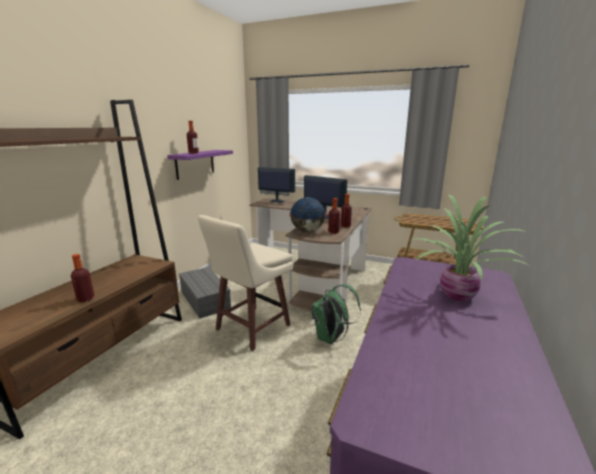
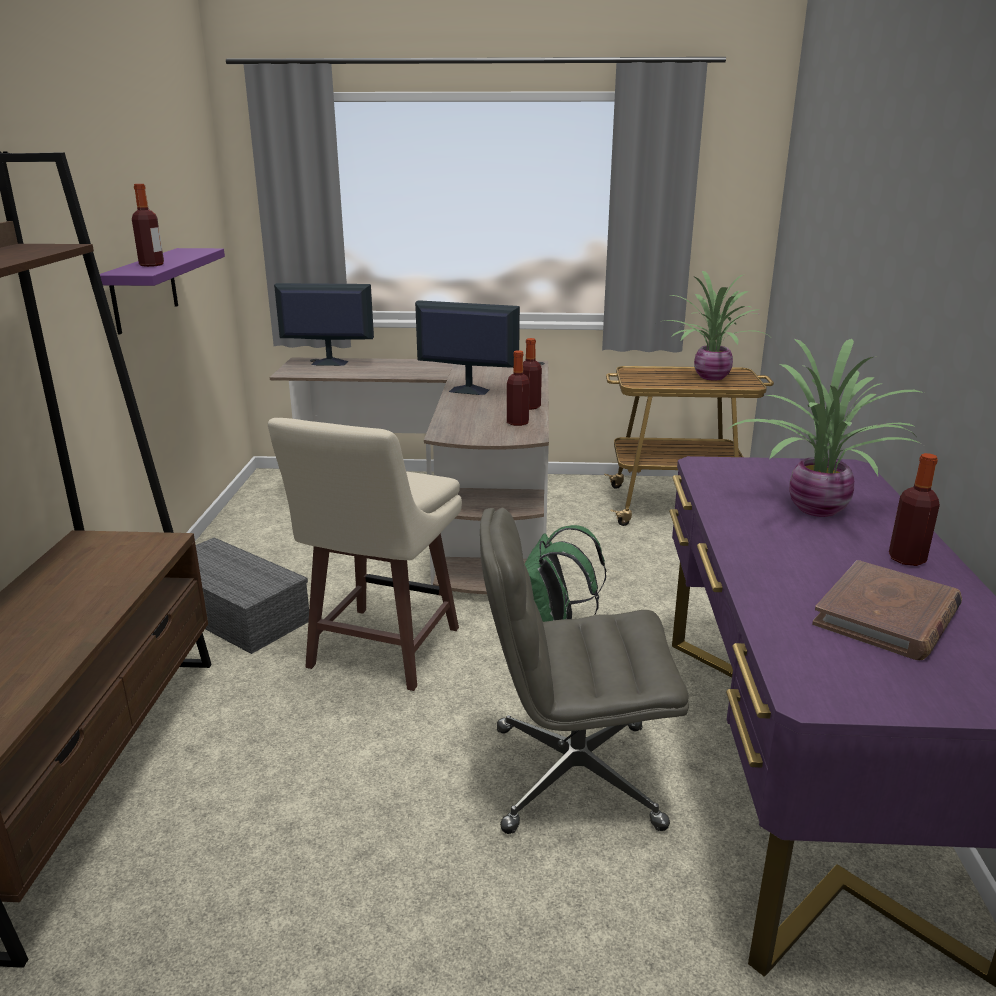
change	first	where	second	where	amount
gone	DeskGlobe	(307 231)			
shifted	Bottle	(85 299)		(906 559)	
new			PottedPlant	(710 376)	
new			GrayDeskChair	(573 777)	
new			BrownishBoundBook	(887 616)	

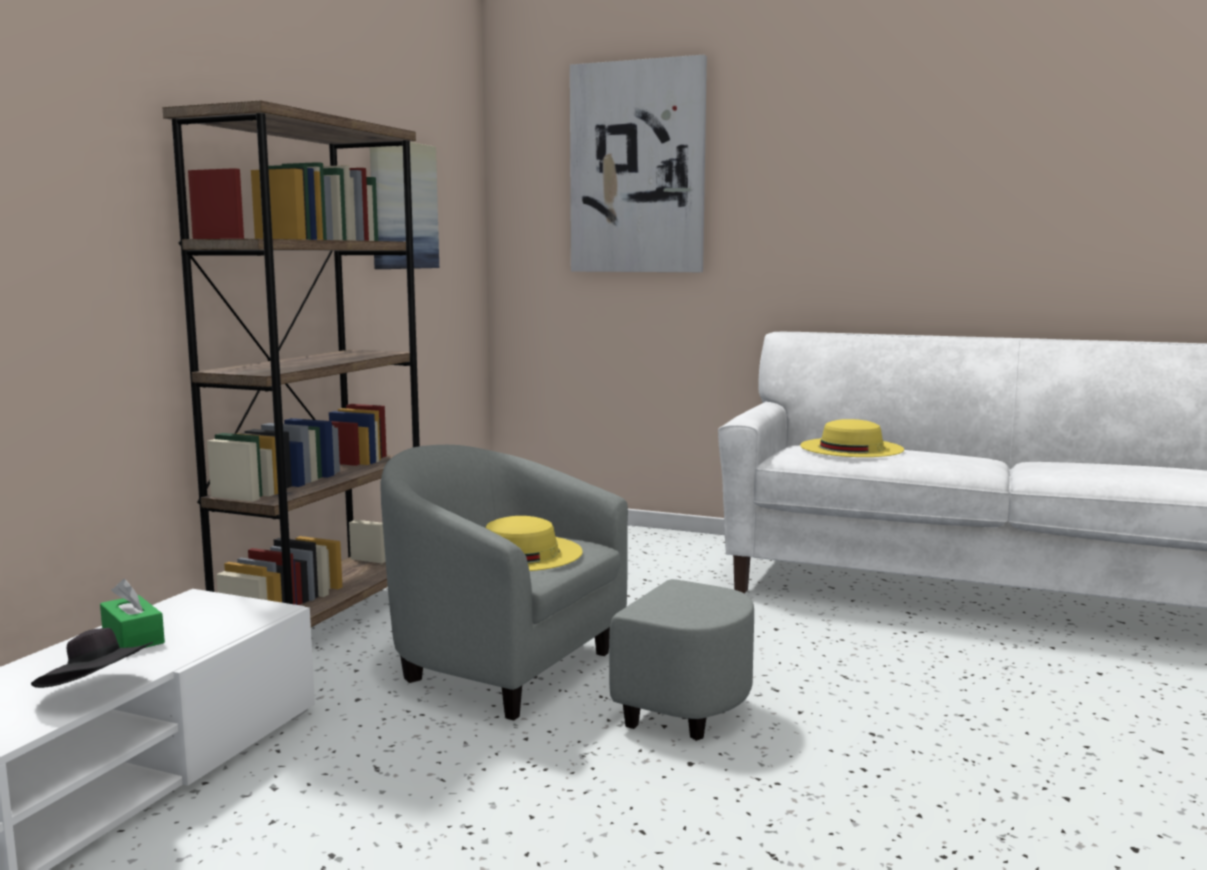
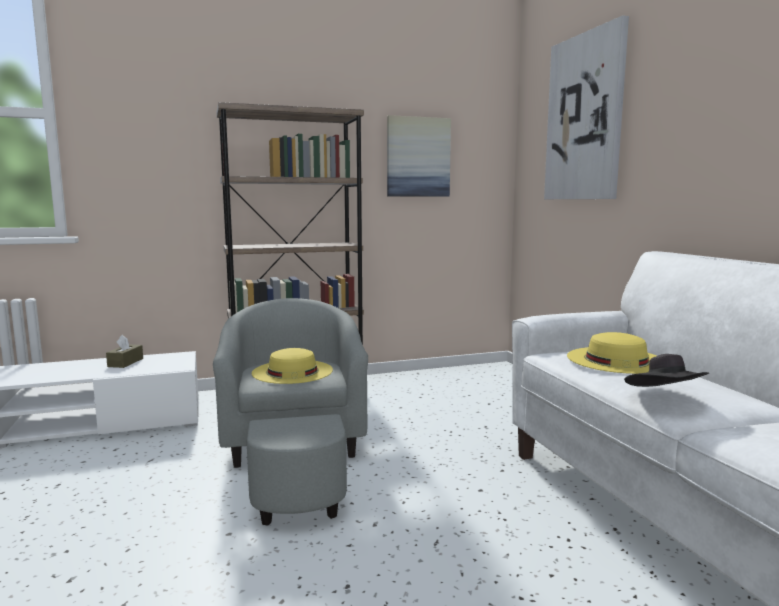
change	first	where	second	where	amount
repainted	GreenColouredTissueHolder	(133 637)	BrownishTissueHolder	(125 362)	
shifted	BlackColouredClothingHat	(98 692)		(665 397)	

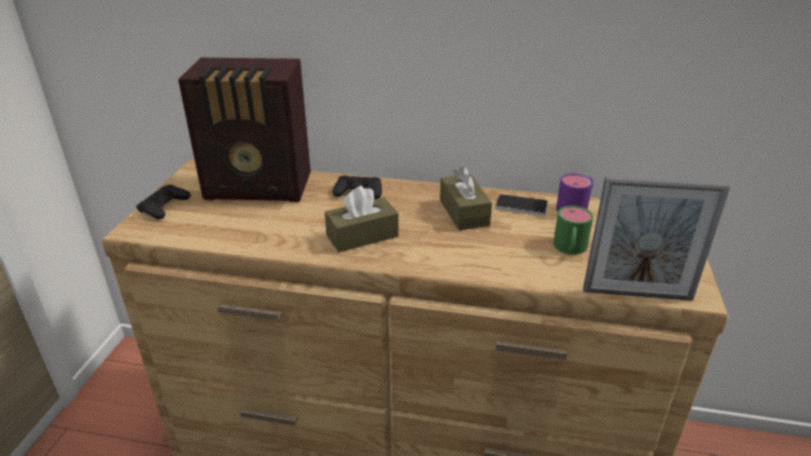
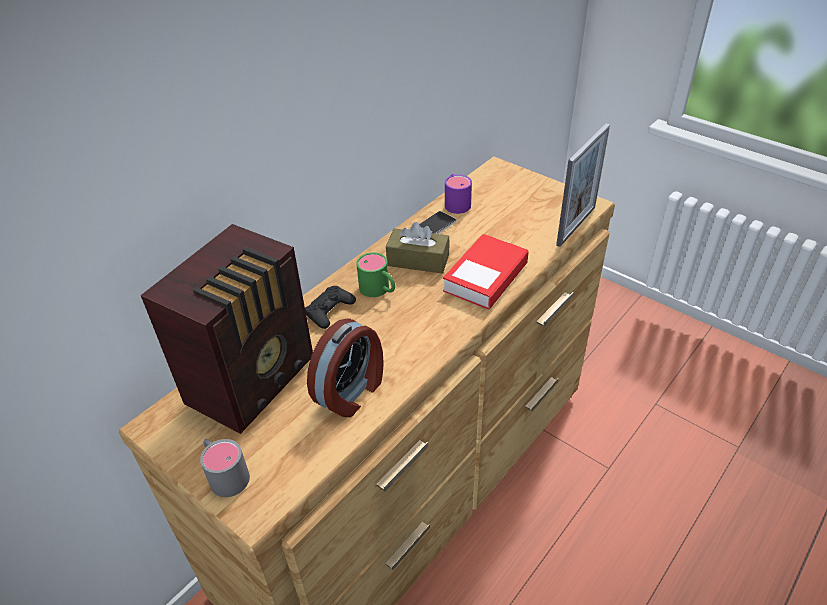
change	first	where	second	where	amount
swapped	BlackColouredGameController	(164 206)	GrayCoffeeMug	(225 474)	
gone	BrownishTissueHolder	(362 236)			
shifted	GreenColouredCoffeeMug	(569 249)		(379 290)	
new			BoundBook	(485 277)	
new			AlarmClock	(352 391)	

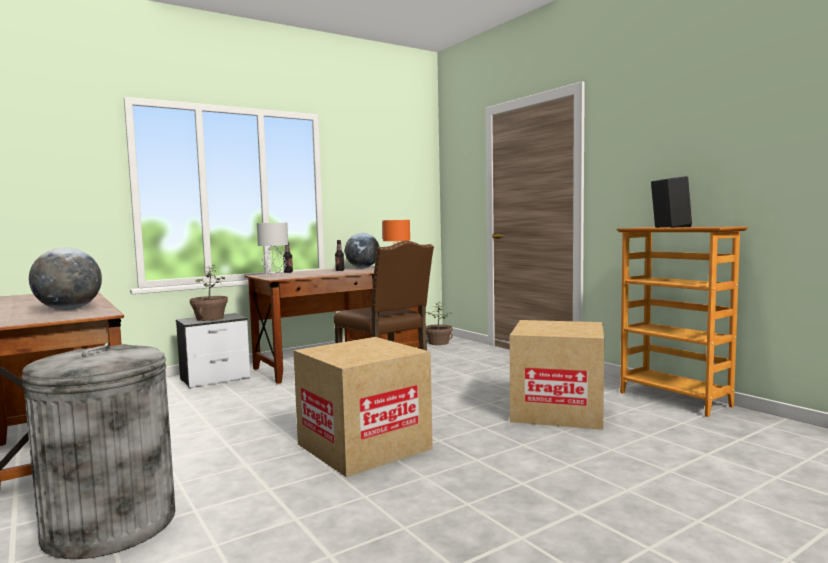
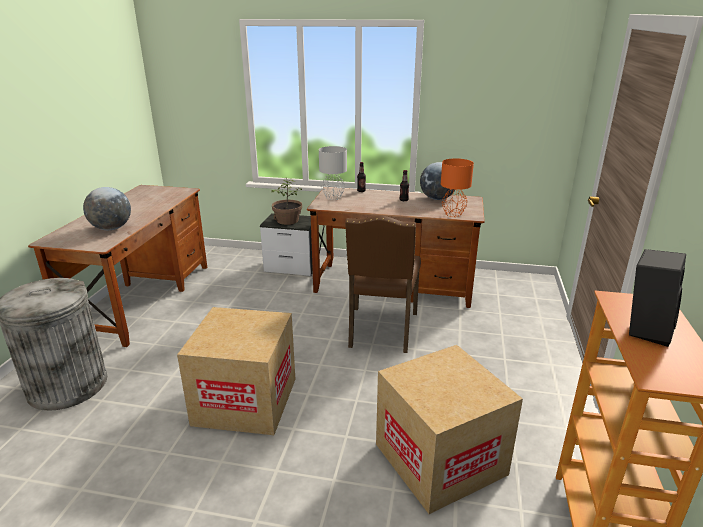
change	first	where	second	where	amount
gone	PottedPlant	(438 343)			

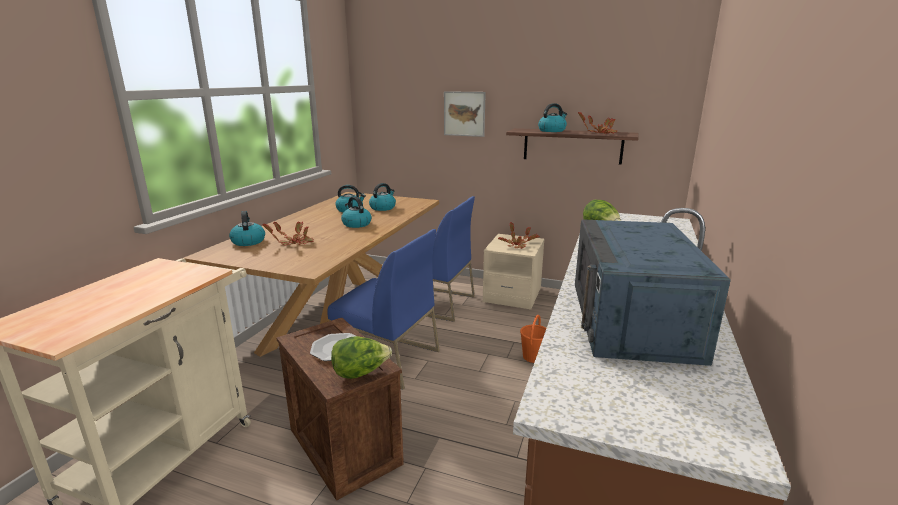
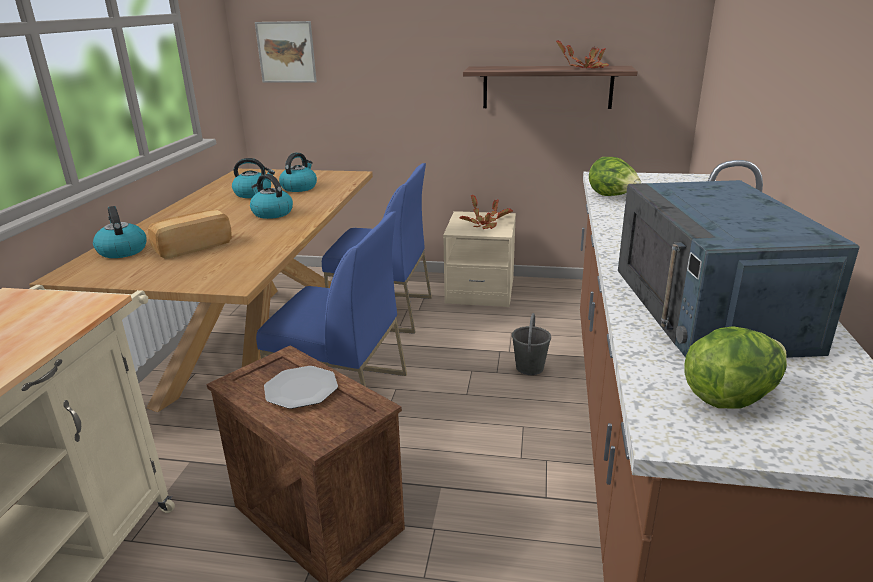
change	first	where	second	where	amount
shifted	Picture	(464 114)		(286 52)	
gone	Kettle	(552 130)			
swapped	PottedPlant	(294 243)	BakedBread	(193 247)	
repainted	OrangeColouredPail	(533 357)	GrayPail	(529 367)	
shifted	Lettuce	(360 373)		(731 396)	

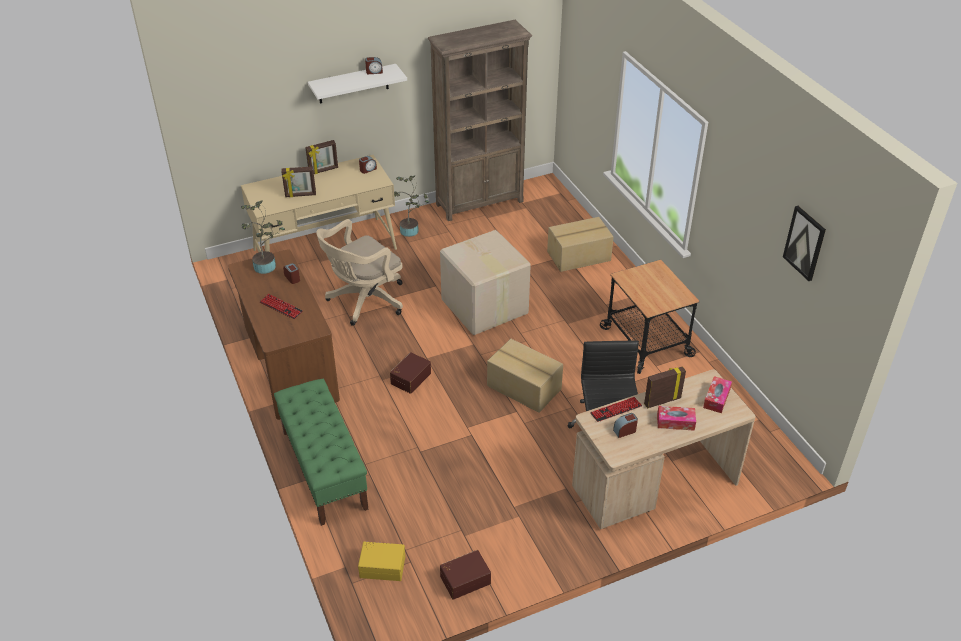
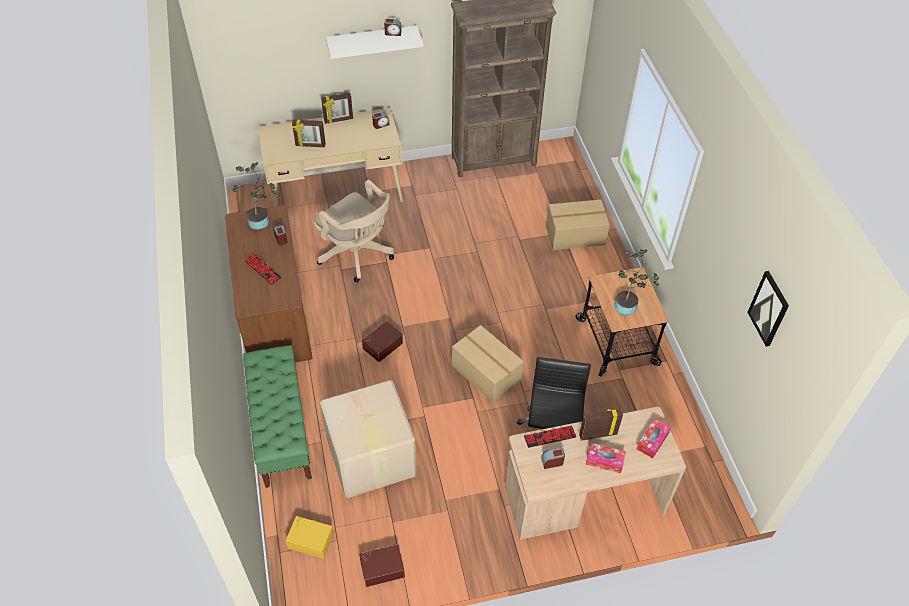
change	first	where	second	where	amount
shifted	PottedPlant	(411 231)		(628 306)	
rotated	SandColouredDeskChair	(363 301)		(358 255)	105 degrees counterclockwise
shifted	PackingBox	(484 308)		(370 458)	

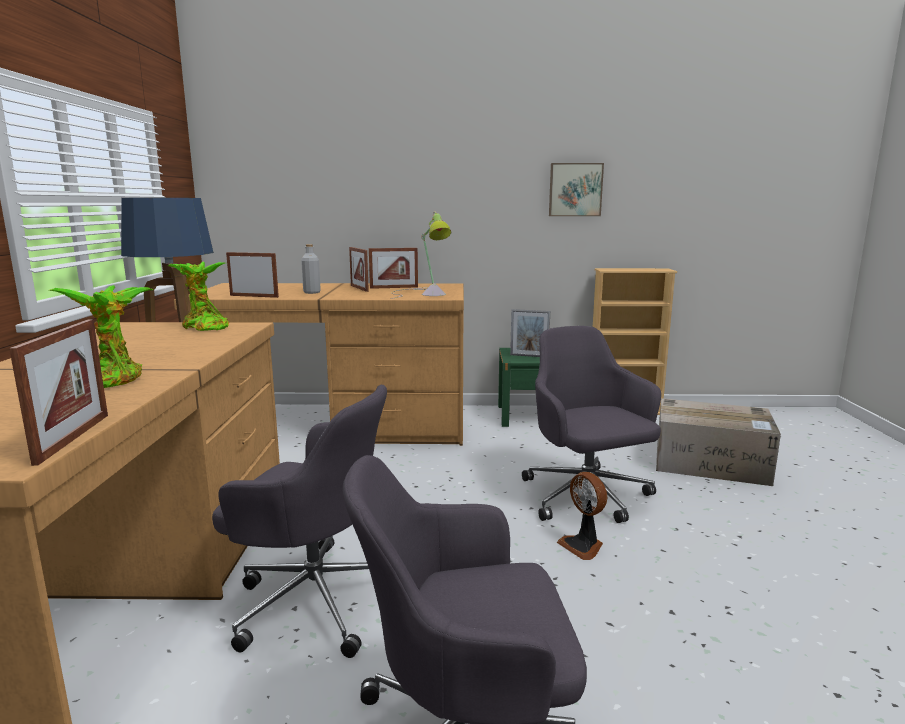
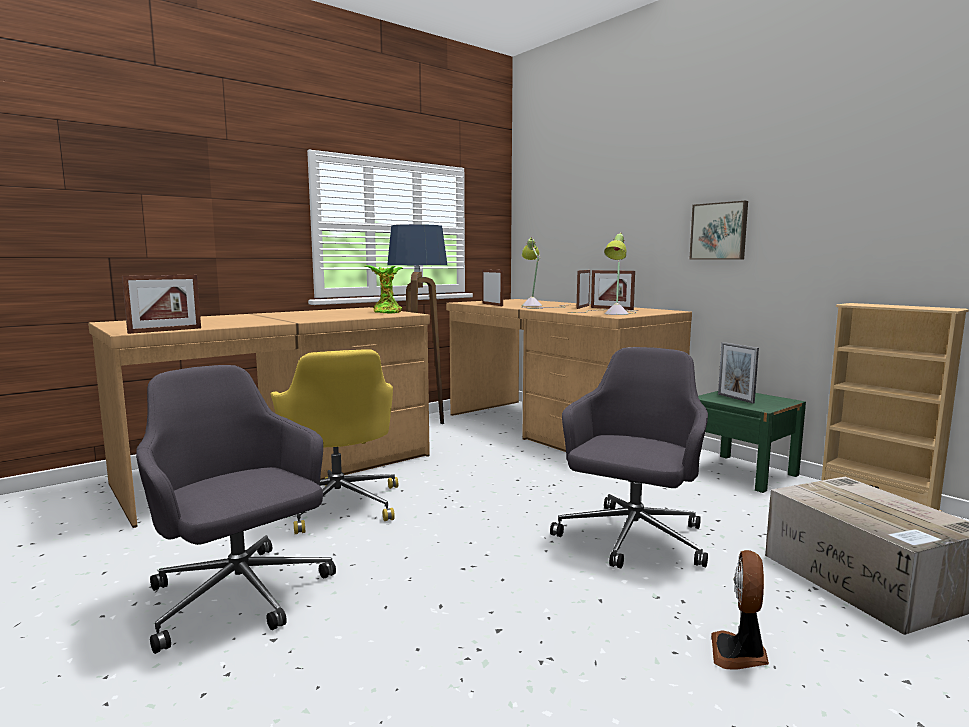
change	first	where	second	where	amount
shifted	Picture	(575 190)		(719 231)	
swapped	GrayBottle	(312 292)	LampForATable	(537 306)	
gone	PottedPlant	(112 379)			
repainted	GrayDeskChair	(314 598)	YellowColouredDeskChair	(339 504)	
shifted	CoolingFan	(583 546)		(739 653)	

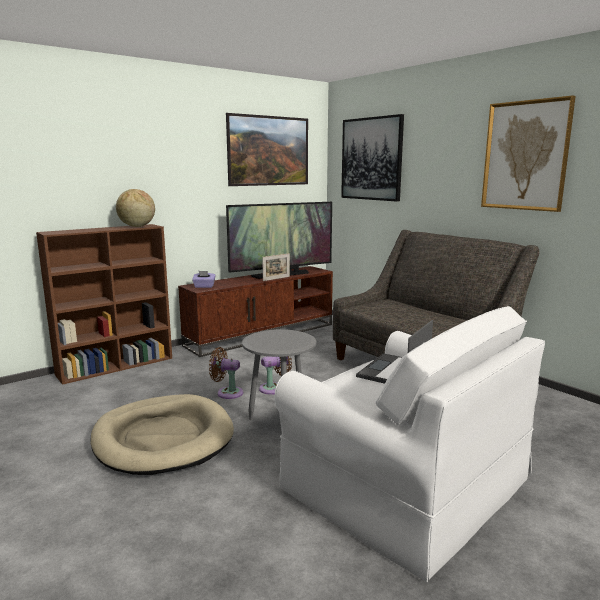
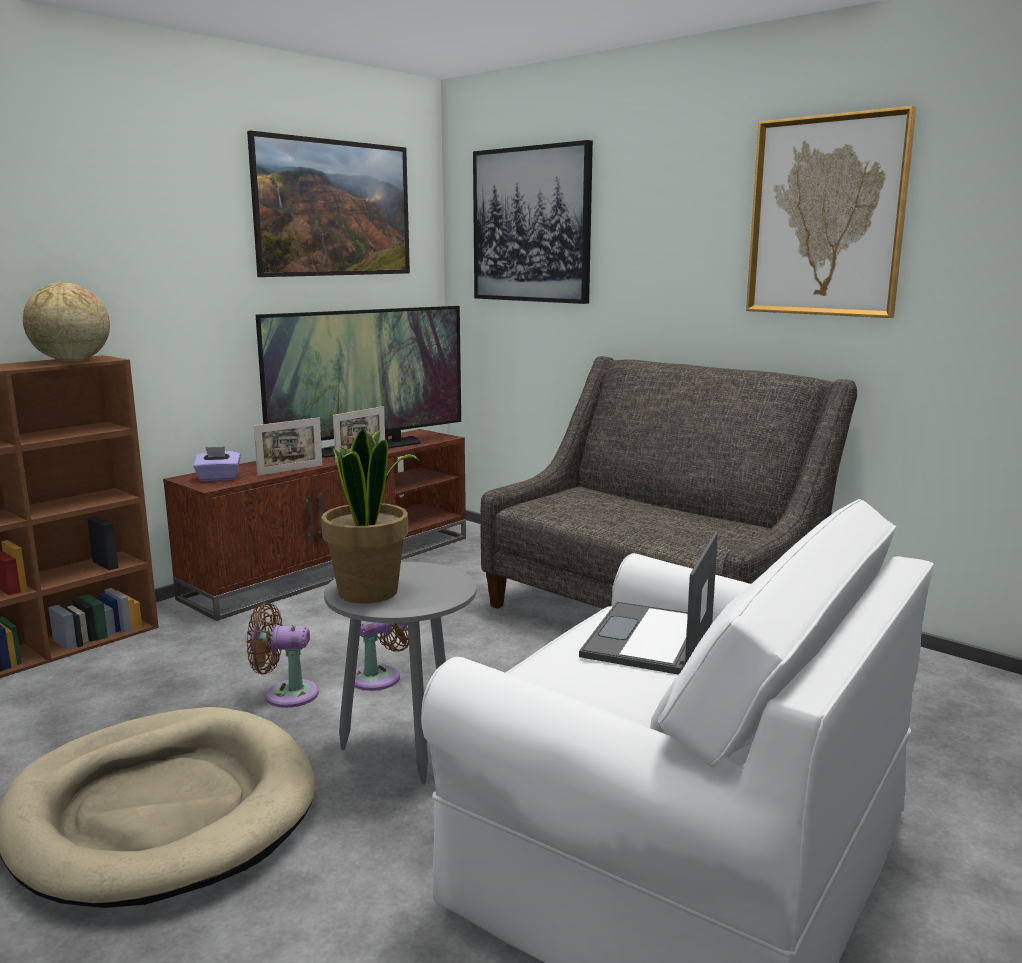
change	first	where	second	where	amount
new			PictureFrame	(290 470)	
new			PottedPlant	(369 592)	

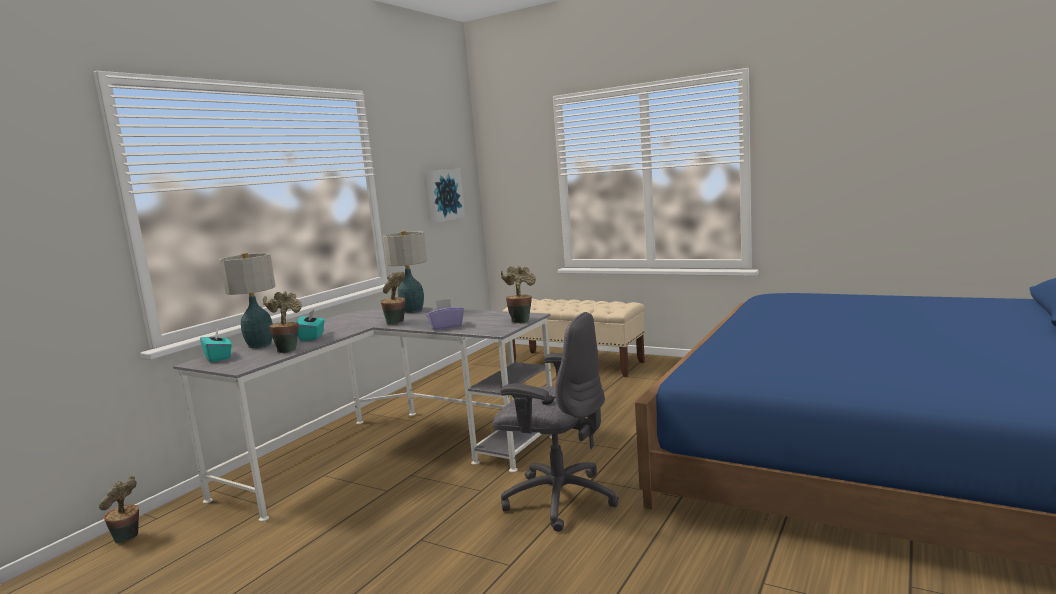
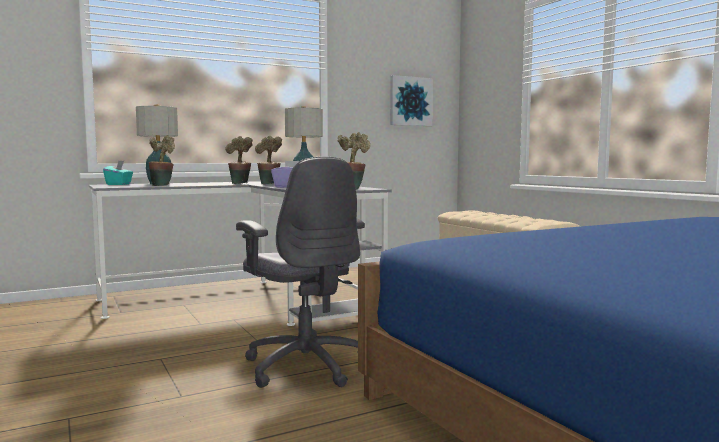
change	first	where	second	where	amount
gone	BlueGreenTissueHolder	(312 337)			
shifted	PottedPlant	(128 539)		(240 184)	

